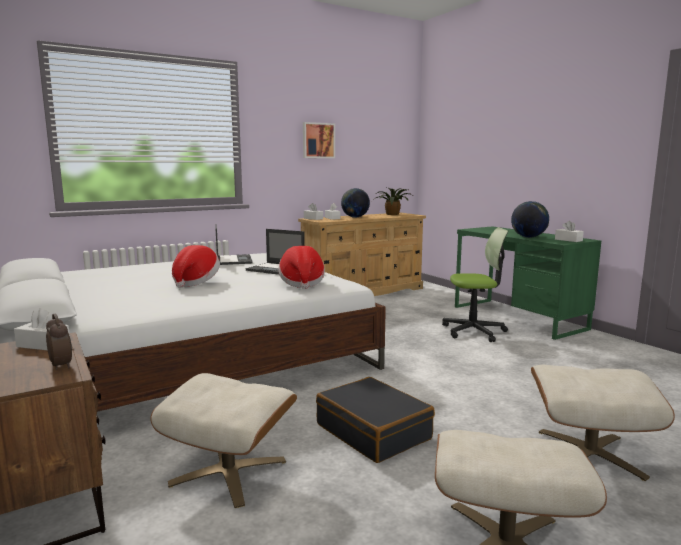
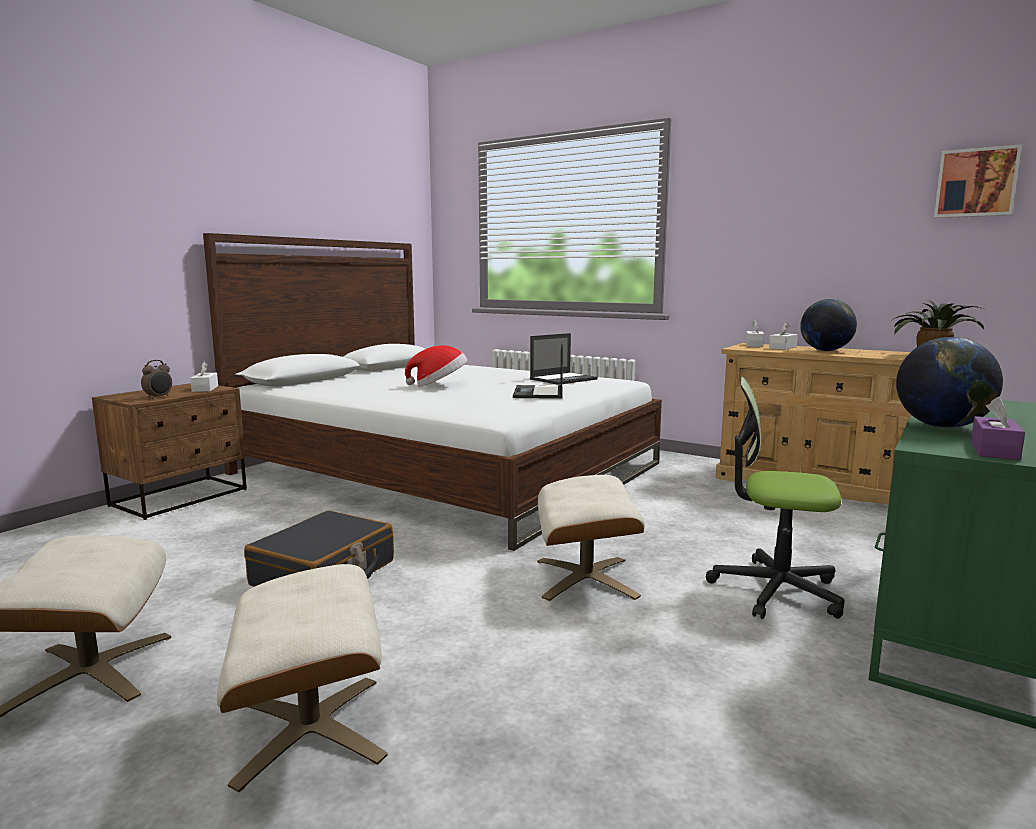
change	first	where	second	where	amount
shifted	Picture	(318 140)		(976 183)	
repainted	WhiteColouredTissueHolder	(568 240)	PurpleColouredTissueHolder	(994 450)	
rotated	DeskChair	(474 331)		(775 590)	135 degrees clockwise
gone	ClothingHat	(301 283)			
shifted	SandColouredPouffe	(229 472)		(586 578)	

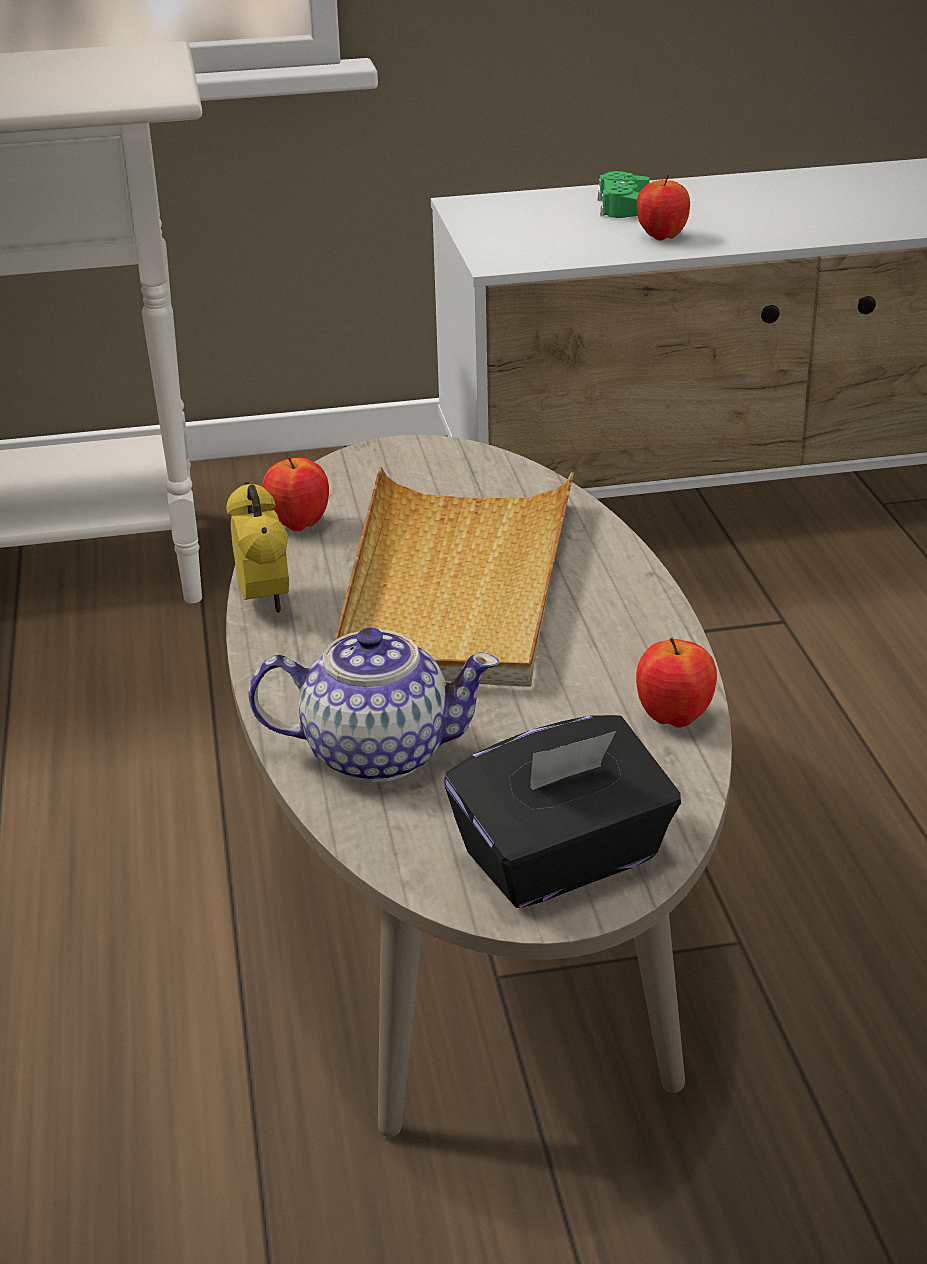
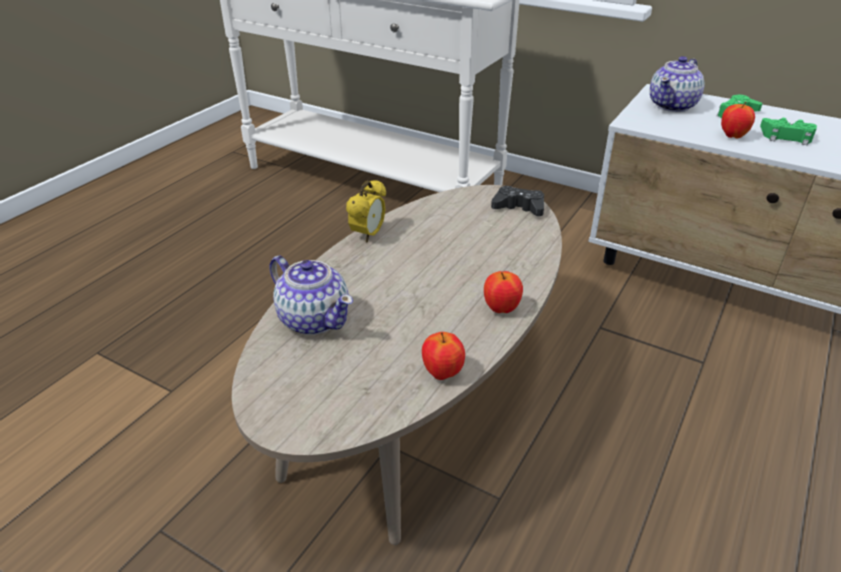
change	first	where	second	where	amount
shifted	WholeApple	(298 525)		(501 309)	
gone	SandColouredServingTray	(455 586)			
gone	BlackColouredTissueHolder	(563 861)			
new			Teapot	(673 105)	
new			GreenColouredGameController	(786 136)	
new			BlackColouredGameController	(519 207)	

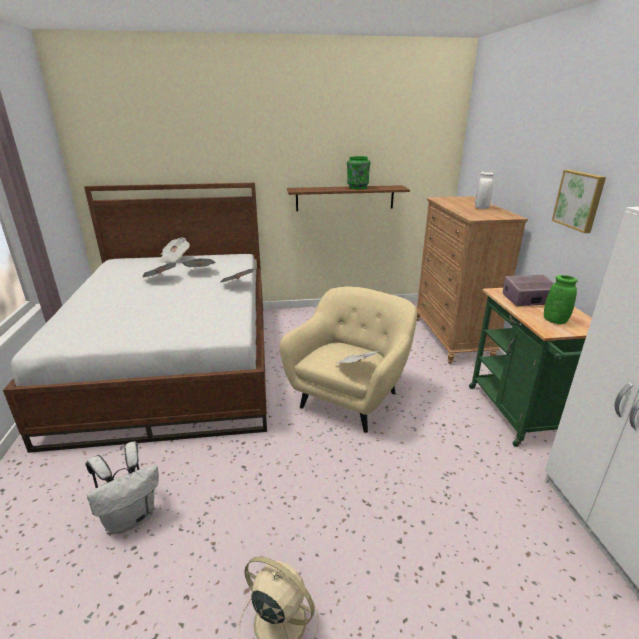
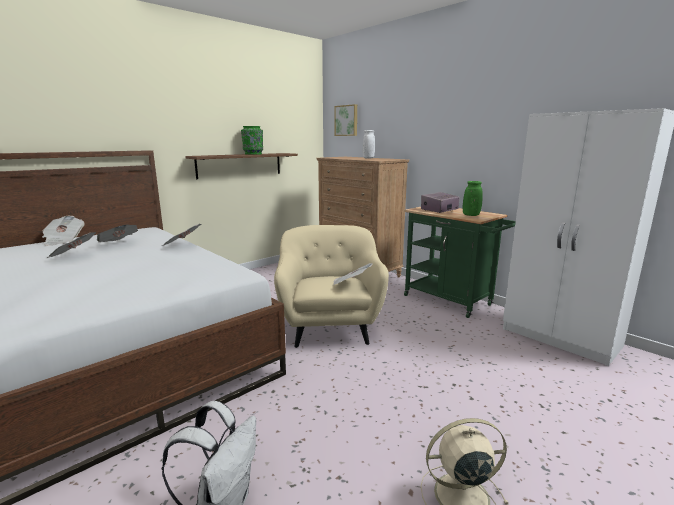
change	first	where	second	where	amount
shifted	Picture	(579 200)		(346 120)	

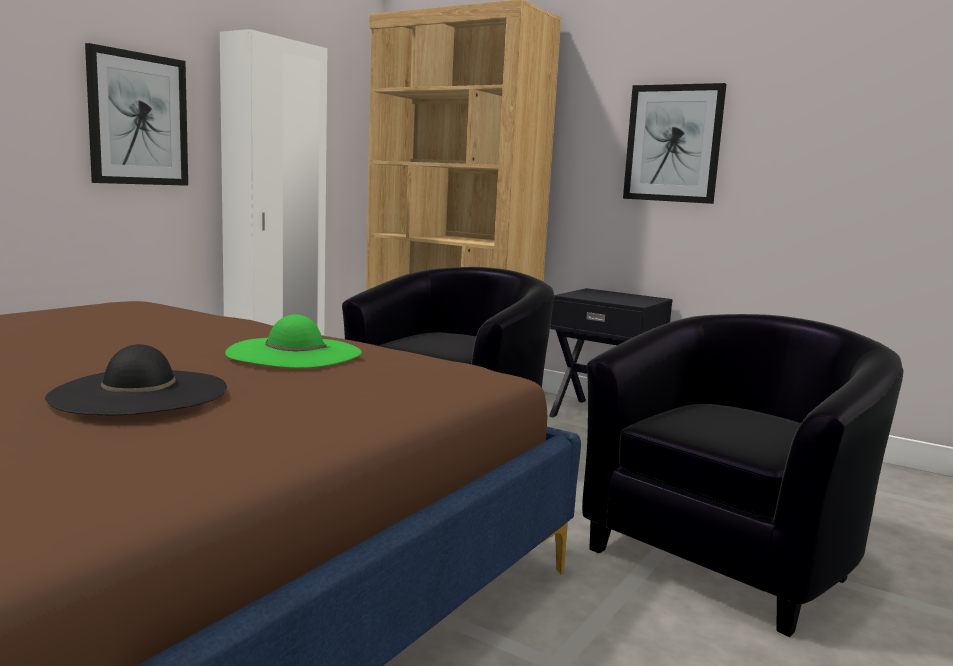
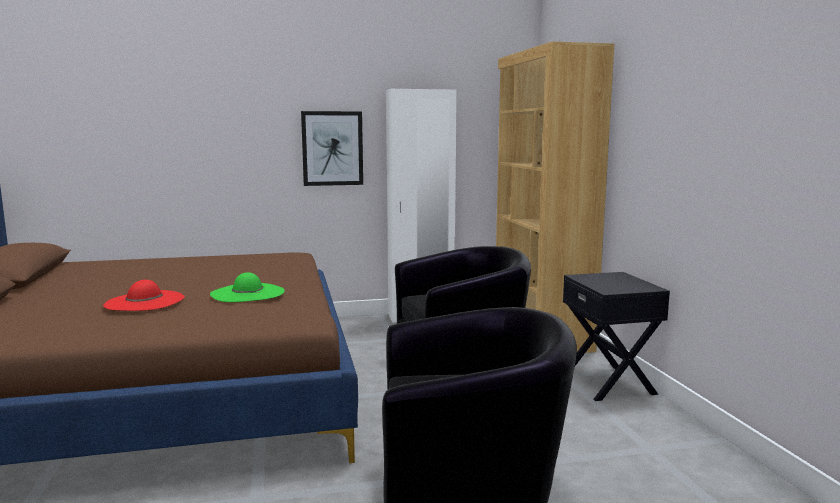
change	first	where	second	where	amount
gone	Picture	(673 143)			
repainted	BlackColouredClothingHat	(140 392)	RedColouredClothingHat	(144 301)	

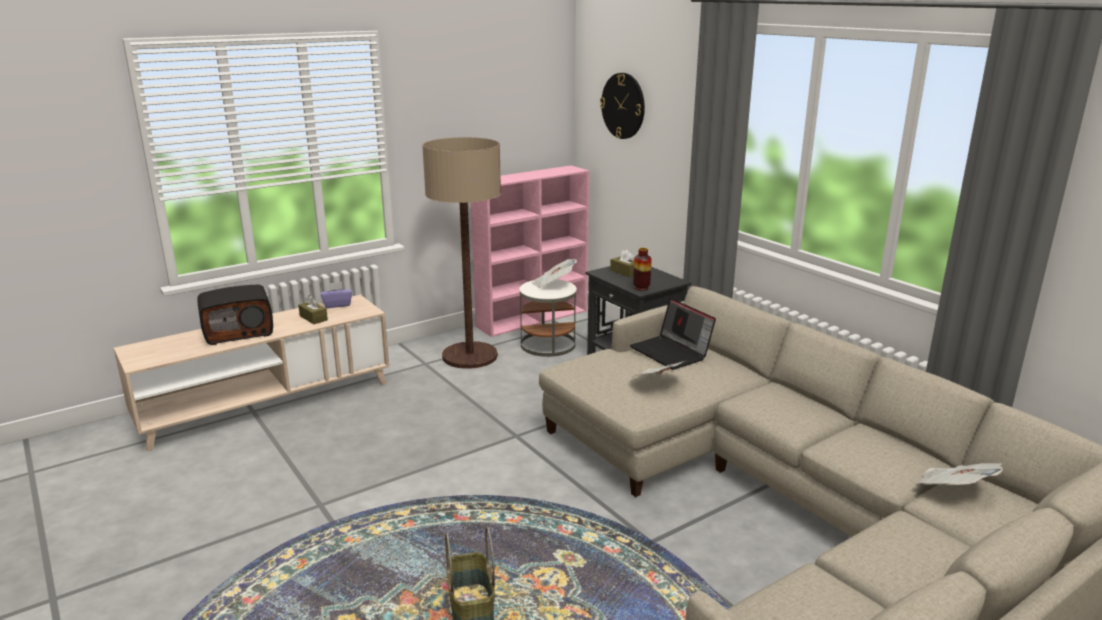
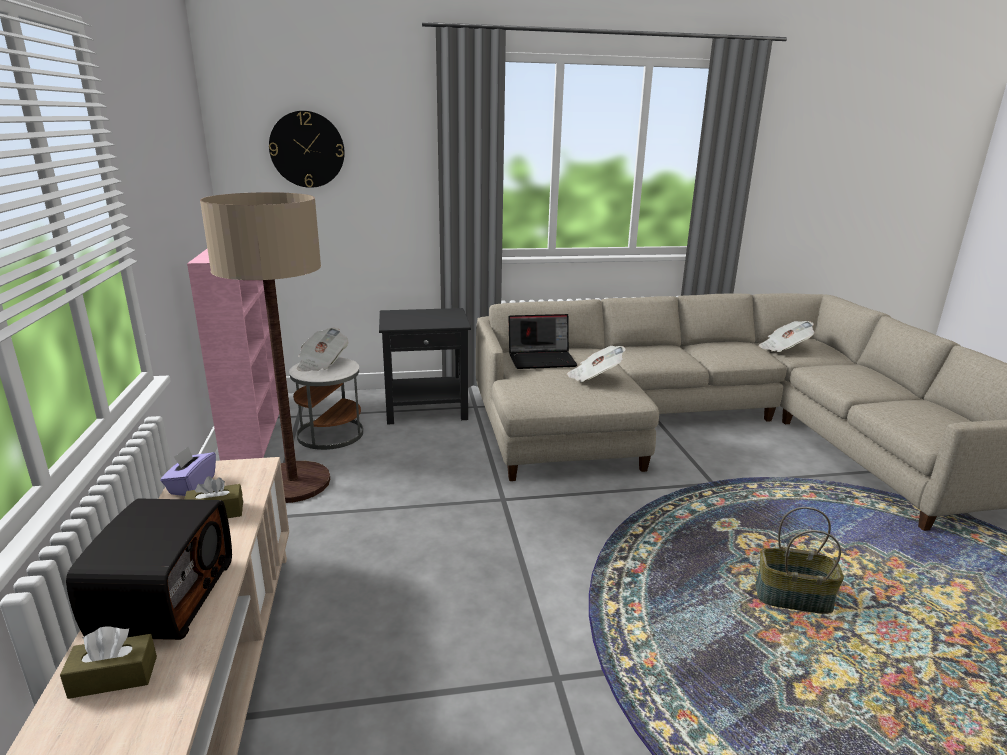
change	first	where	second	where	amount
gone	DecorativeVase	(641 288)			
shifted	BrownishTissueHolder	(624 272)		(113 677)	

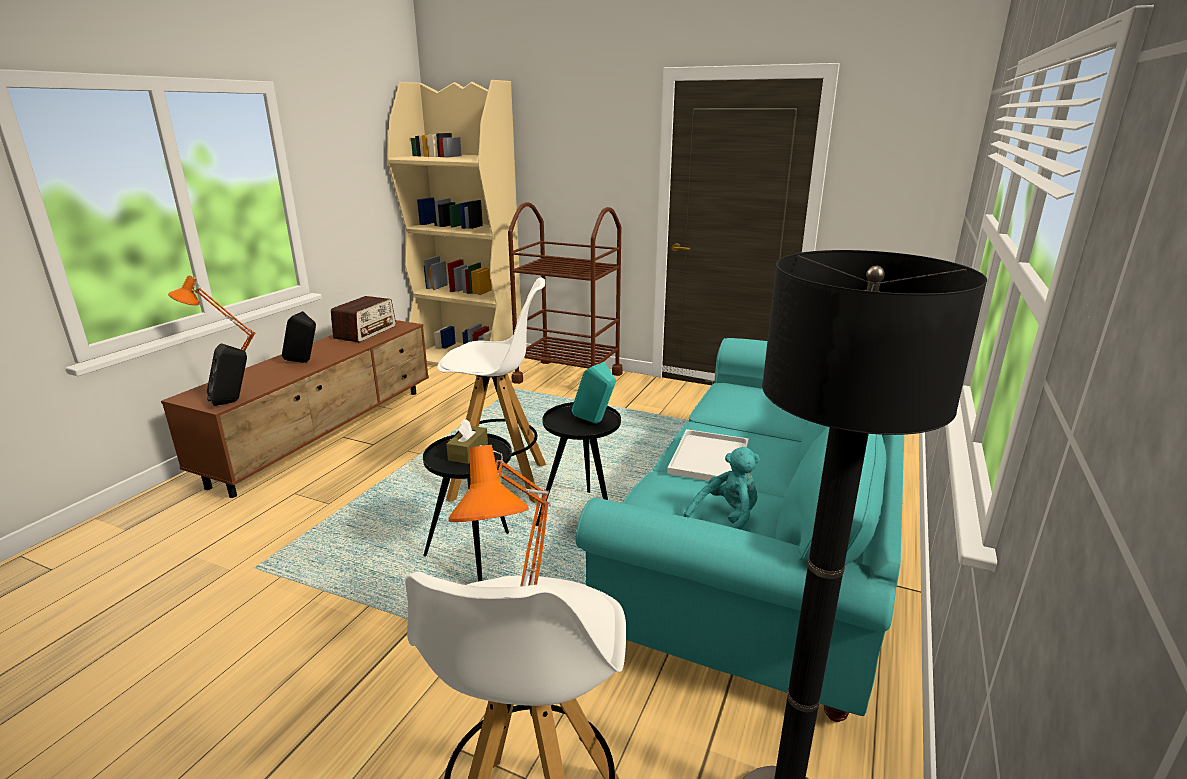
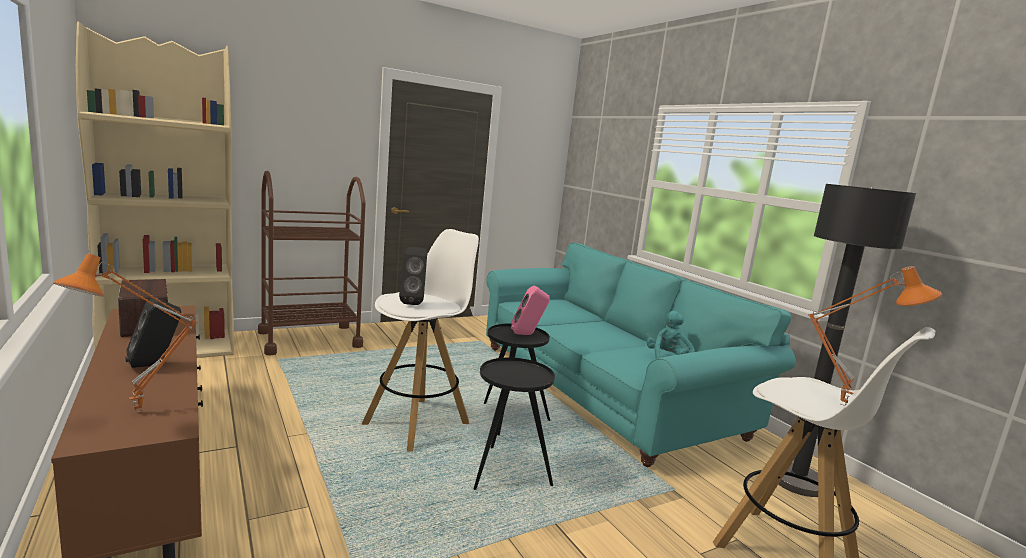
change	first	where	second	where	amount
shifted	BlackColouredSpeaker	(233 401)		(413 302)	
repainted	BlueGreenSpeaker	(595 423)	PinkishSpeaker	(528 334)	
gone	BrownishTissueHolder	(468 452)			
gone	WhiteColouredServingTray	(710 459)			

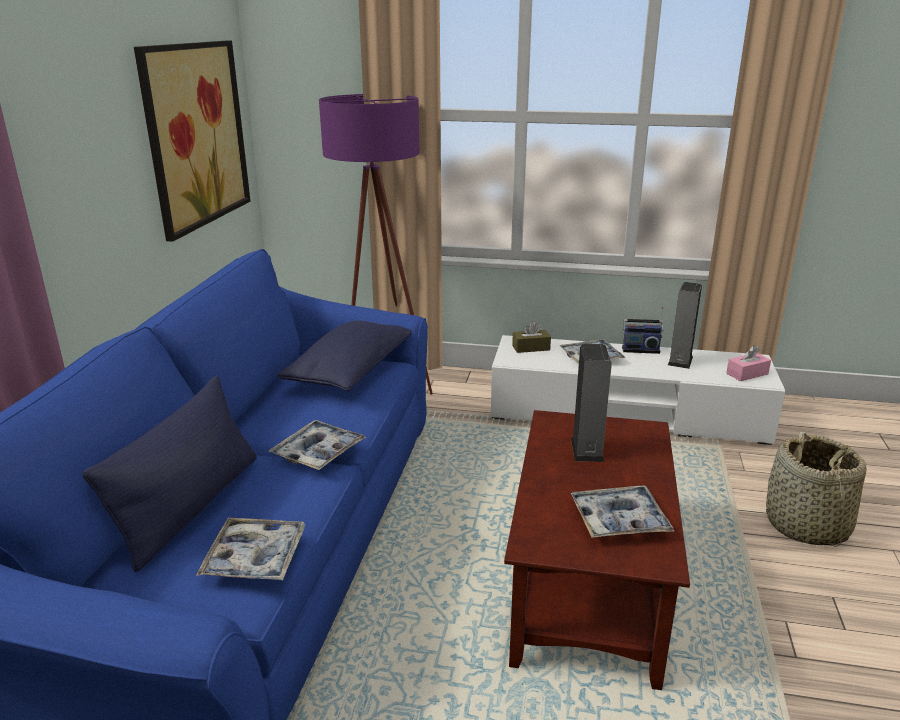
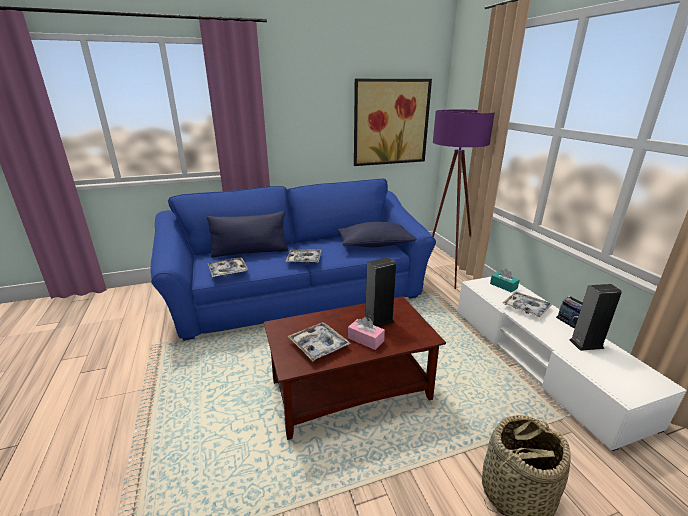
change	first	where	second	where	amount
repainted	BrownishTissueHolder	(531 348)	BlueGreenTissueHolder	(503 286)	
shifted	PinkishTissueHolder	(747 374)		(365 339)	

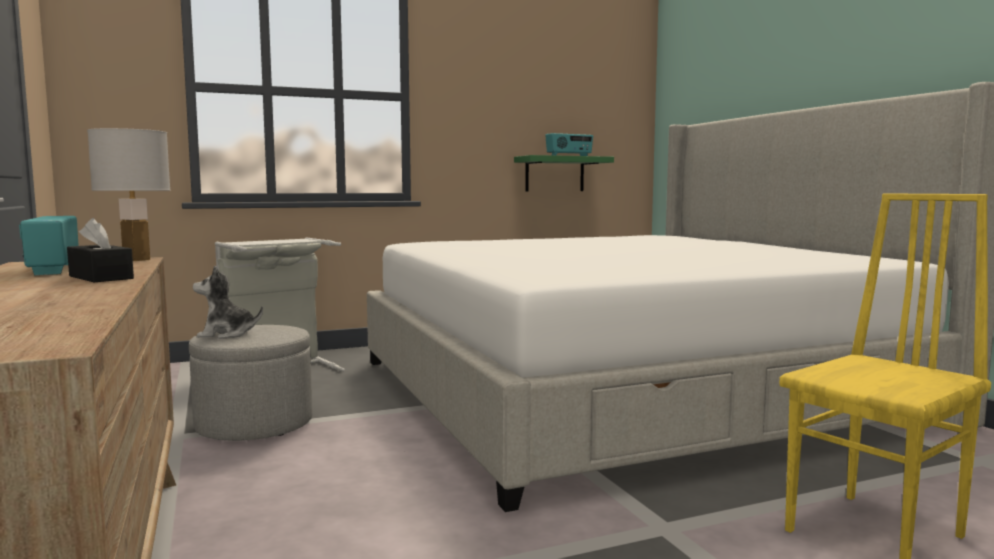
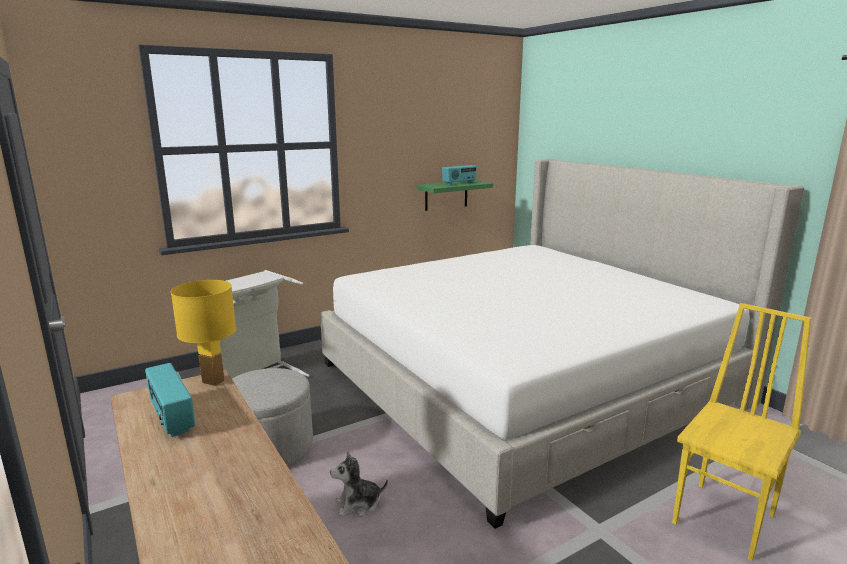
change	first	where	second	where	amount
repainted	WhiteColouredLampForATable	(135 260)	YellowColouredLampForATable	(212 381)	
gone	BlackColouredTissueHolder	(101 277)			
shifted	CuddlyToy	(226 334)		(358 505)	

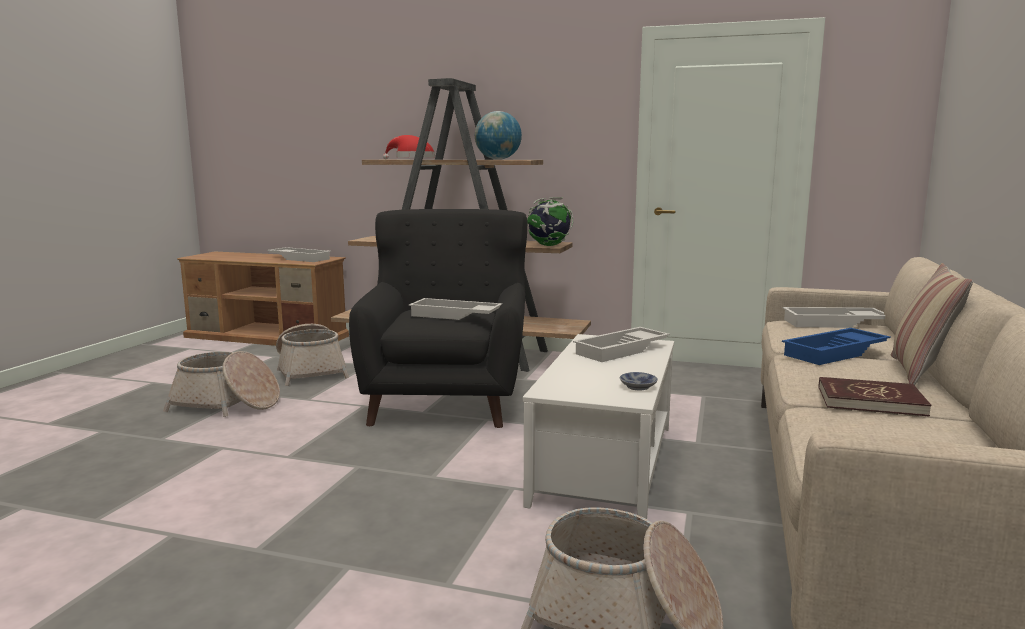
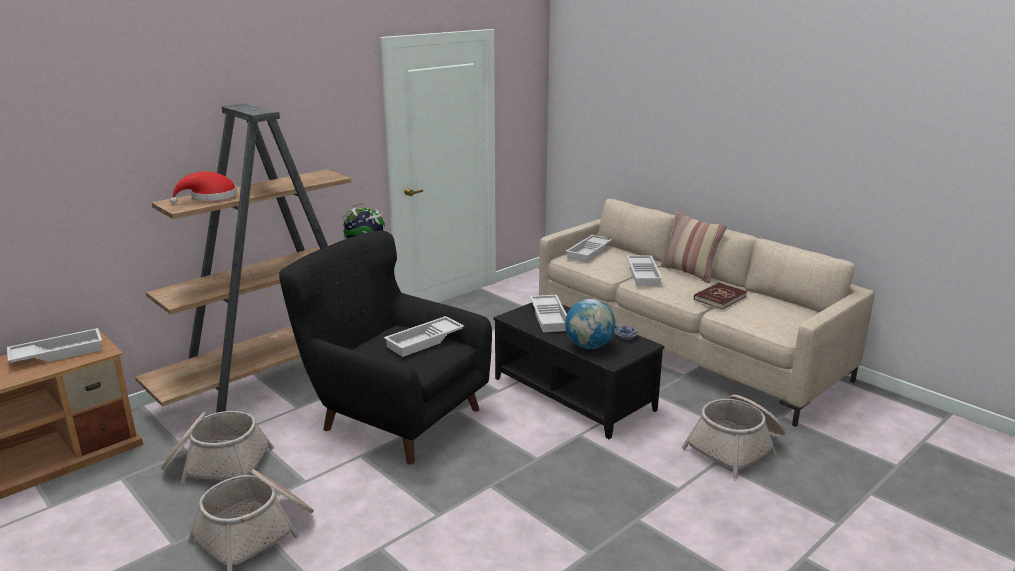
change	first	where	second	where	amount
shifted	DeskGlobe	(498 159)		(589 346)	
repainted	BlueServingTray	(836 353)	WhiteColouredServingTray	(644 274)	
repainted	WhiteColouredLowTable	(607 463)	BlackColouredLowTable	(574 393)	

